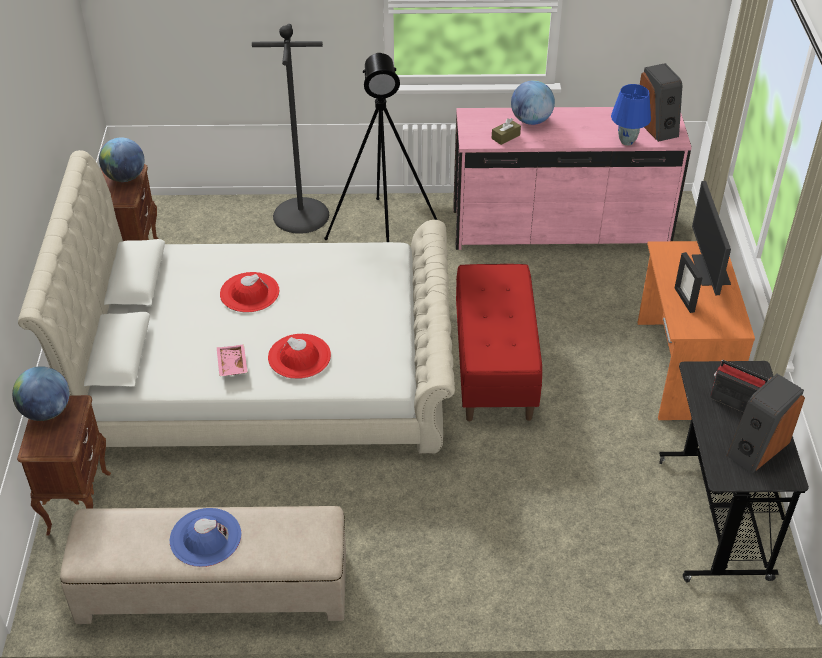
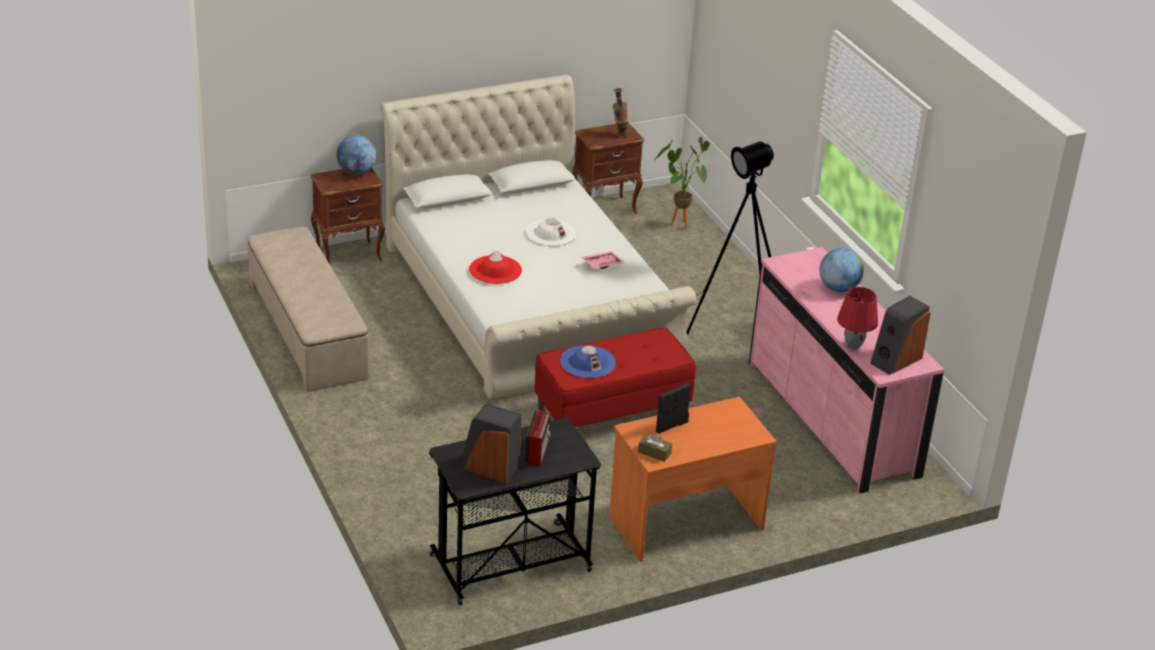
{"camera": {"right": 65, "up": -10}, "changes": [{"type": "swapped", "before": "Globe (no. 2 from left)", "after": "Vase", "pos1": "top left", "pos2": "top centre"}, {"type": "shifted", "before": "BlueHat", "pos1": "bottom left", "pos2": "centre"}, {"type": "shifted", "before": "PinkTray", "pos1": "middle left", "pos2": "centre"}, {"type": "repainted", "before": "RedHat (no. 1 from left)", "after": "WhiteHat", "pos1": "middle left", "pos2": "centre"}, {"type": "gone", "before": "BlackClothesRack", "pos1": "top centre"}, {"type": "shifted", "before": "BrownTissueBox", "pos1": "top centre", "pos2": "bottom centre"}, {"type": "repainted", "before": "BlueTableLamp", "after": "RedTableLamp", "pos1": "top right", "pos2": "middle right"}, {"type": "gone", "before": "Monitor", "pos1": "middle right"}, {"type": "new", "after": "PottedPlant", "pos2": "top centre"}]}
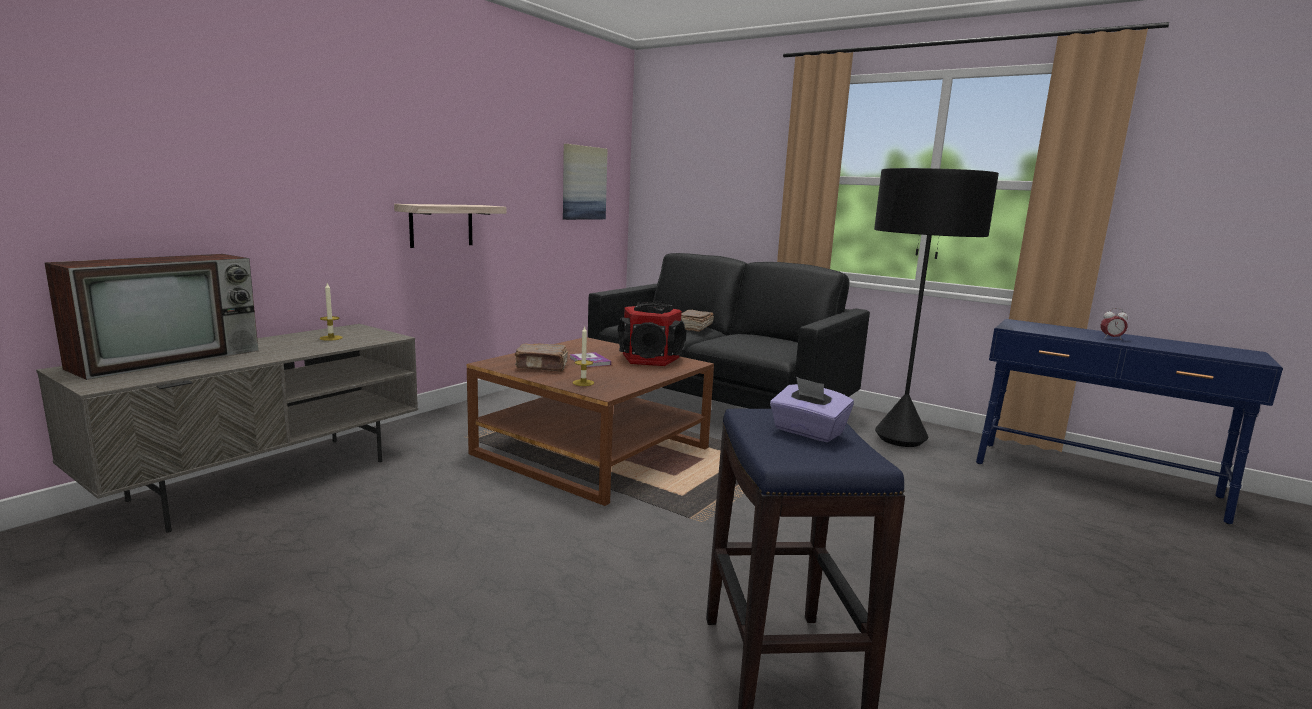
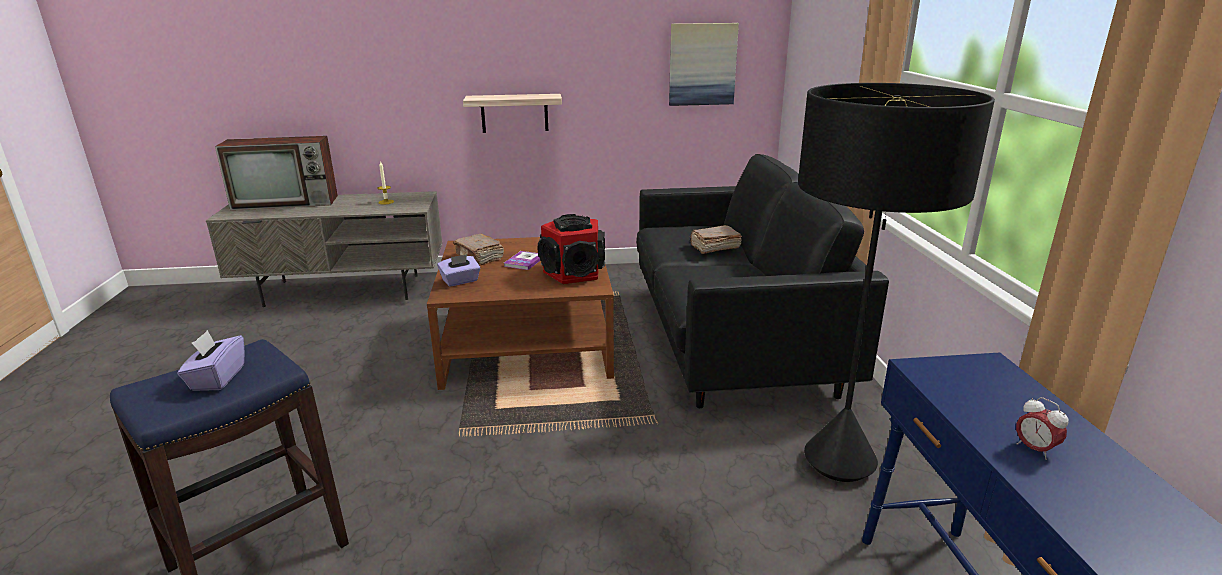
{"camera": {"right": 50, "up": 10}, "changes": [{"type": "swapped", "before": "Candle (no. 2 from left)", "after": "PurpleTissueBox (no. 2 from left)", "pos1": "centre", "pos2": "centre"}]}
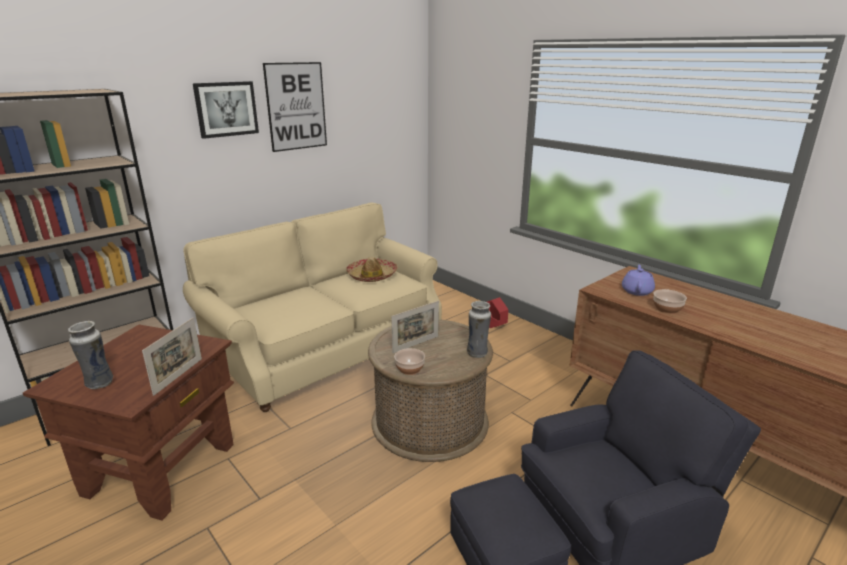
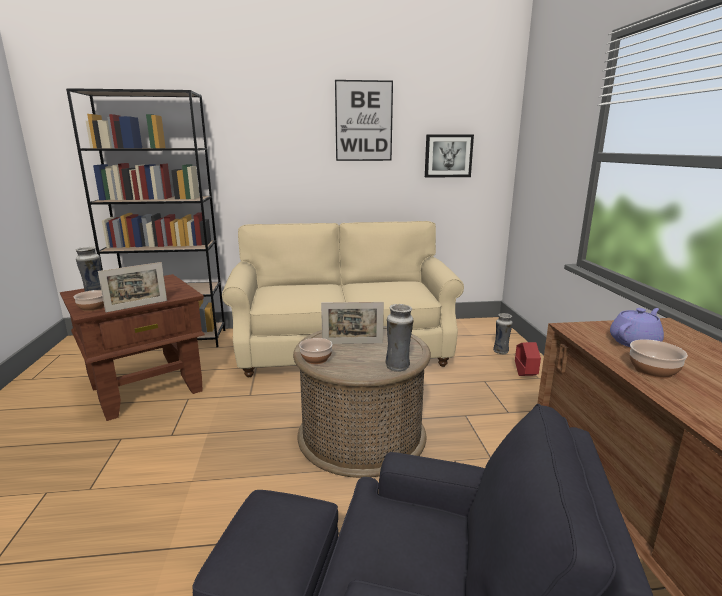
{"camera": {"right": 35, "up": -5}, "changes": [{"type": "shifted", "before": "Picture (no. 1 from left in the first image)", "after": "Picture (no. 2 from left)", "pos1": "top left", "pos2": "top centre"}, {"type": "gone", "before": "Hat", "pos1": "centre"}, {"type": "new", "after": "Bowl (no. 1 from left)", "pos2": "middle left"}, {"type": "new", "after": "Vase (no. 3 from left)", "pos2": "middle right"}]}
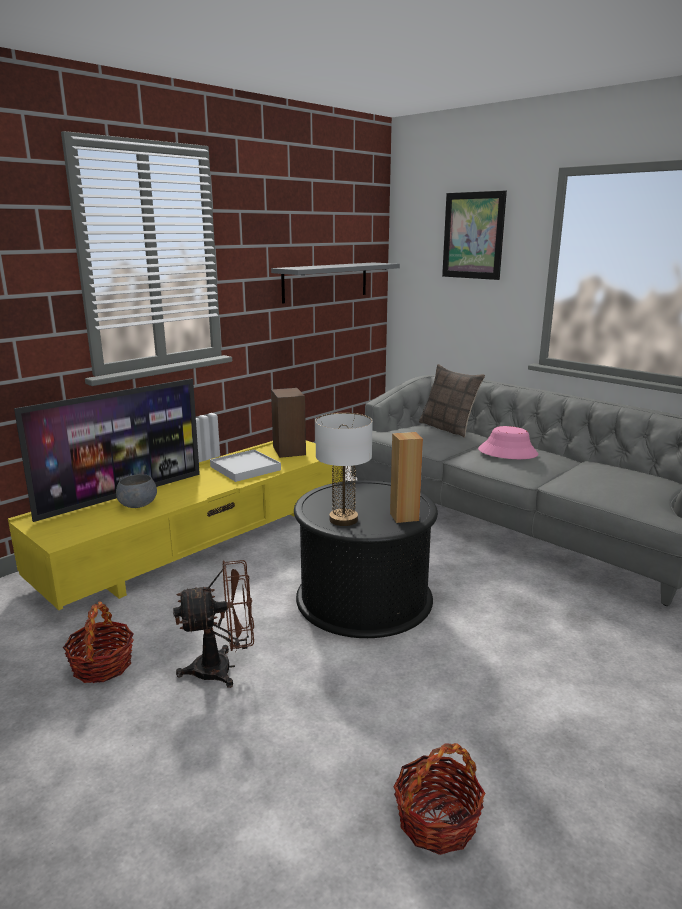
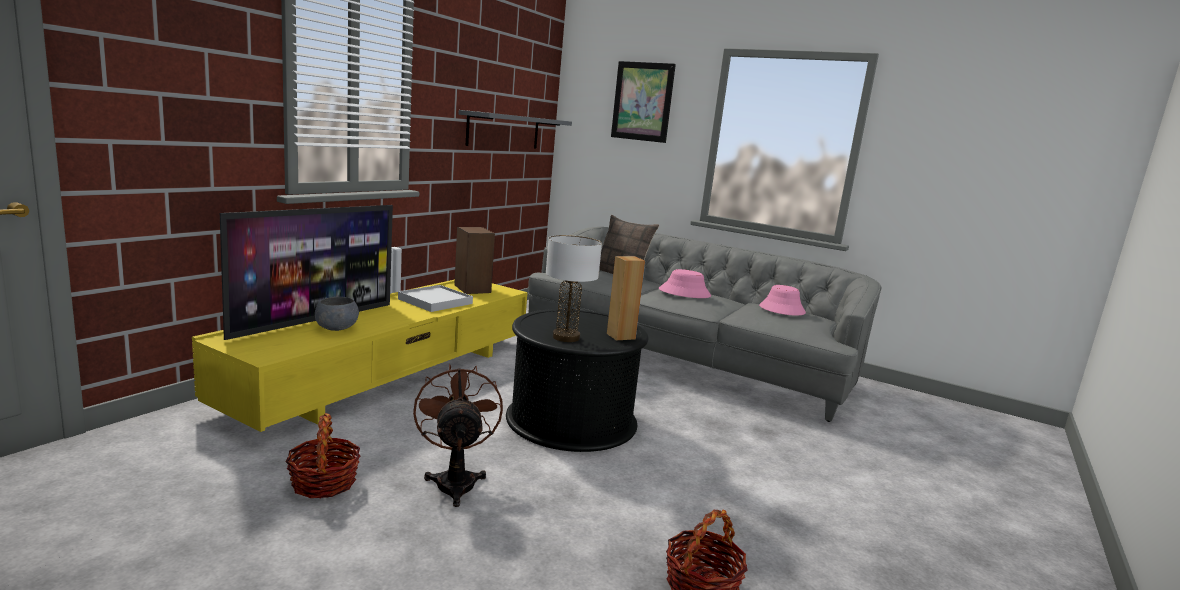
{"camera": {"right": -15, "up": -5}, "changes": [{"type": "rotated", "before": "BrownFan", "pos1": "bottom left", "pos2": "bottom centre", "turn": -75}, {"type": "new", "after": "PinkHat (no. 2 from left)", "pos2": "centre"}]}
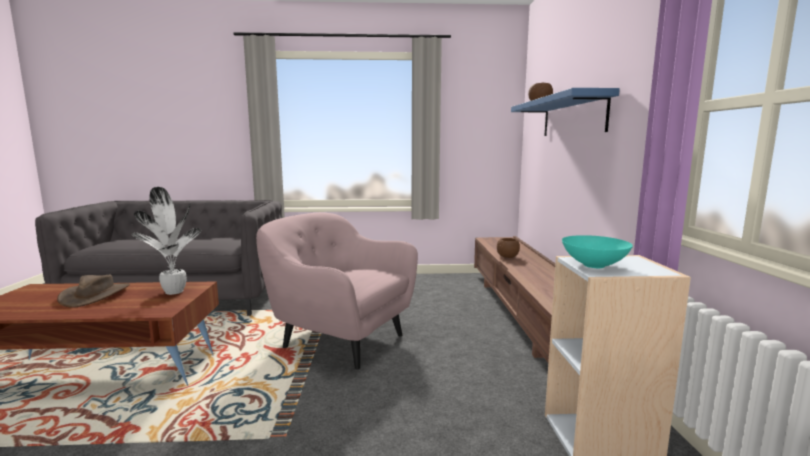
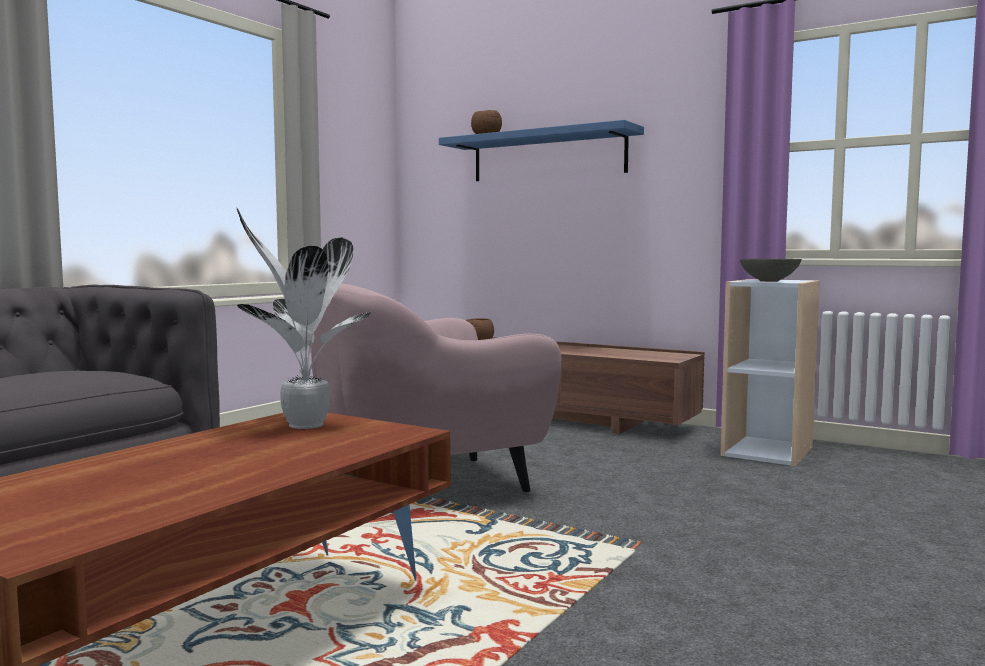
{"camera": {"right": -55, "up": -5}, "changes": [{"type": "gone", "before": "BrownHat", "pos1": "middle left"}, {"type": "repainted", "before": "TurquoiseBowl", "after": "GreyBowl", "pos1": "middle right", "pos2": "middle right"}]}
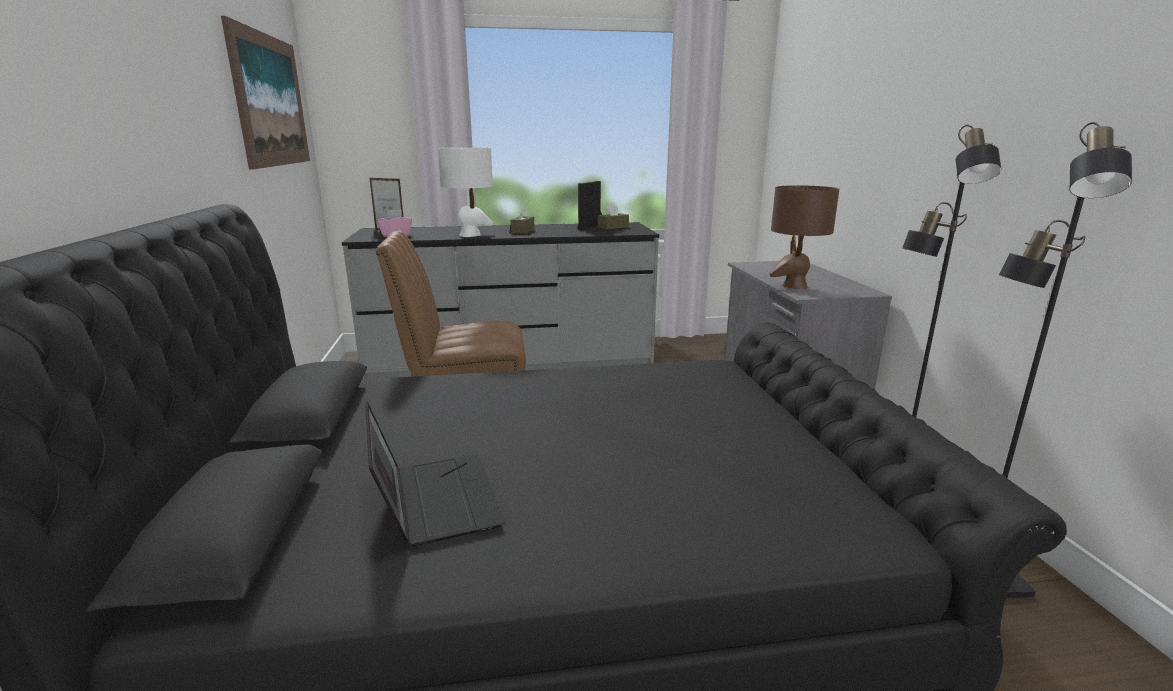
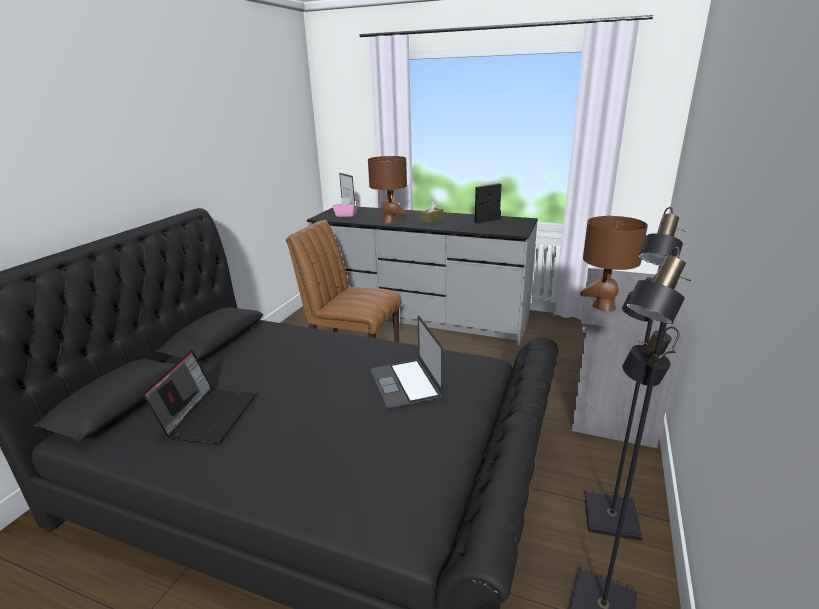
{"camera": {"right": 30, "up": 5}, "changes": [{"type": "gone", "before": "Picture", "pos1": "top left"}, {"type": "repainted", "before": "WhiteTableLamp", "after": "BrownTableLamp (no. 1 from left)", "pos1": "top centre", "pos2": "top centre"}, {"type": "gone", "before": "BrownTissueBox (no. 2 from left)", "pos1": "top centre"}, {"type": "new", "after": "Laptop (no. 2 from left)", "pos2": "centre"}]}
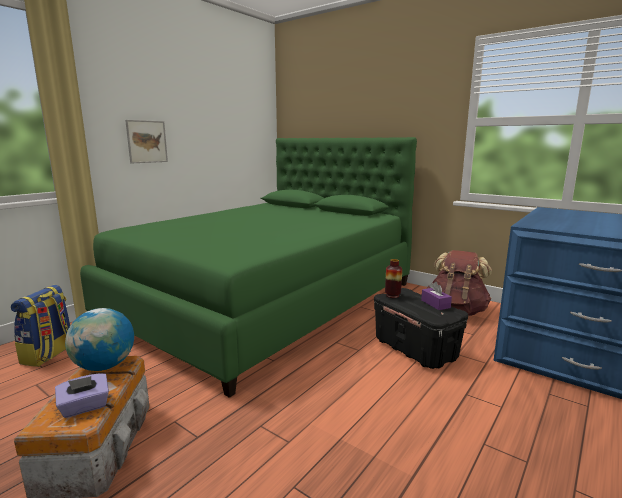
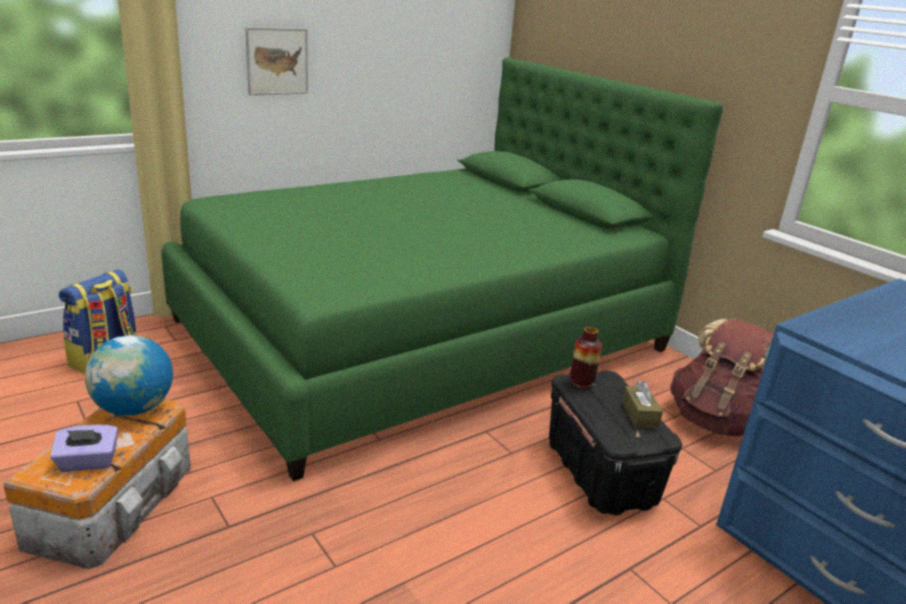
{"camera": {"right": 15, "up": 10}, "changes": [{"type": "repainted", "before": "PurpleTissueBox (no. 2 from left)", "after": "BrownTissueBox", "pos1": "middle right", "pos2": "bottom right"}]}
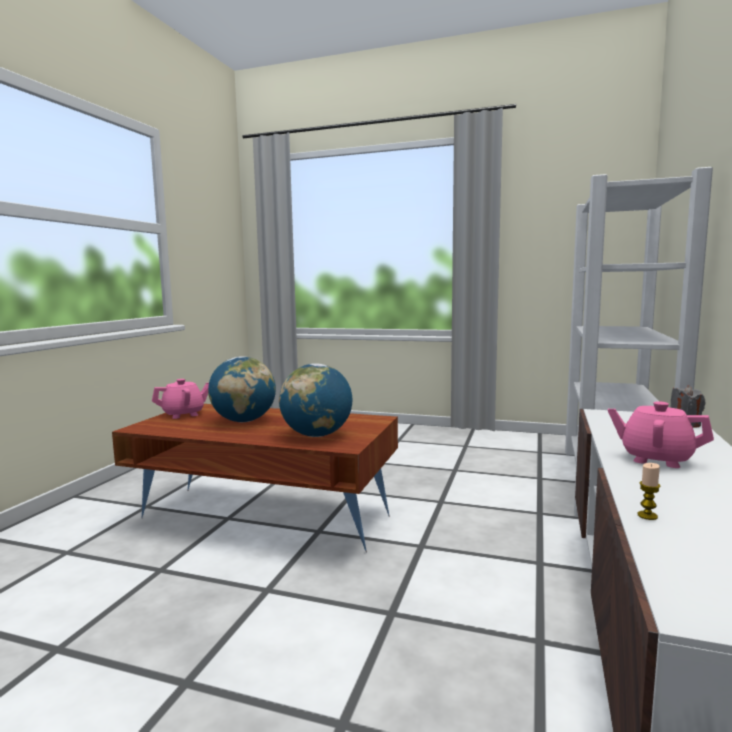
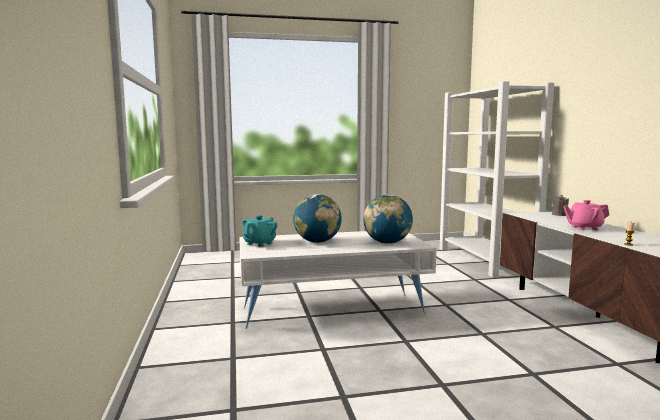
{"camera": {"right": -30, "up": 0}, "changes": [{"type": "repainted", "before": "BrownCoffeeTable", "after": "WhiteCoffeeTable", "pos1": "centre", "pos2": "bottom centre"}, {"type": "repainted", "before": "PinkTeapot (no. 1 from left)", "after": "TurquoiseTeapot", "pos1": "middle left", "pos2": "centre"}]}
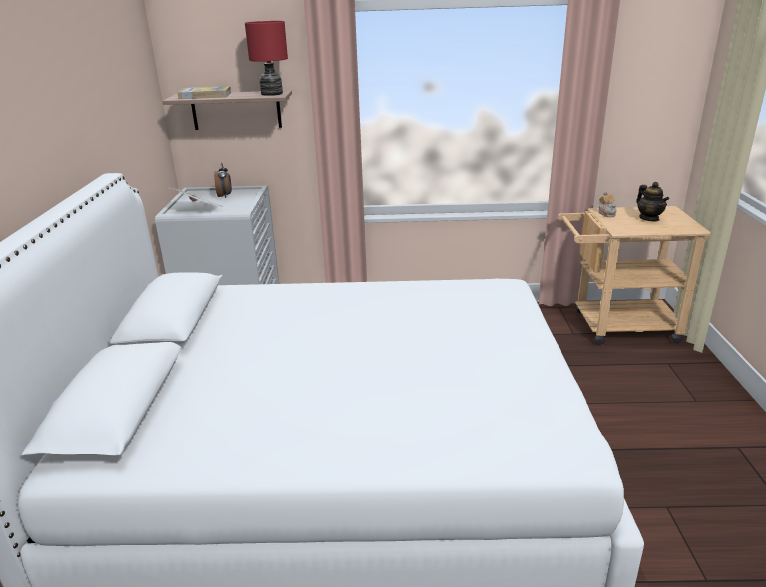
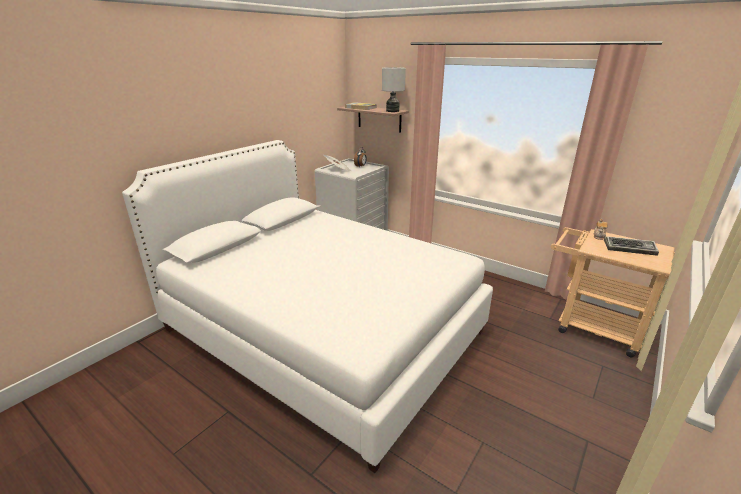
{"camera": {"right": 35, "up": 0}, "changes": [{"type": "repainted", "before": "RedTableLamp", "after": "GreyTableLamp", "pos1": "top centre", "pos2": "top centre"}, {"type": "swapped", "before": "Teapot (no. 2 from left)", "after": "Keyboard", "pos1": "middle right", "pos2": "middle right"}]}
